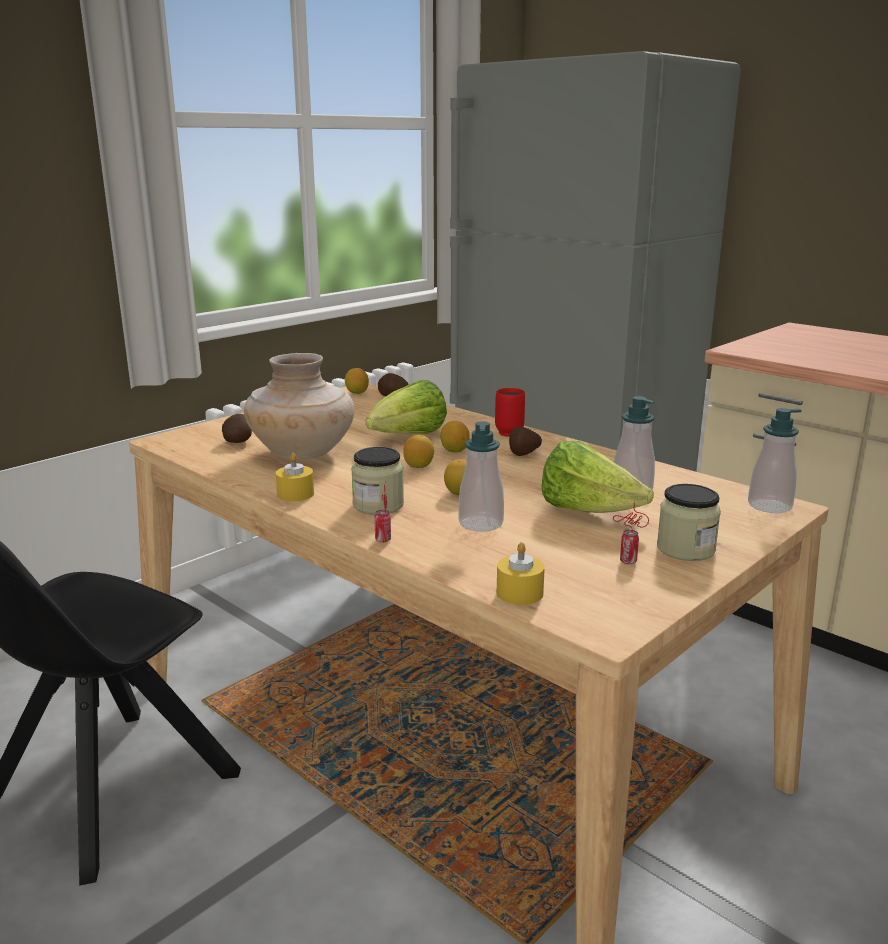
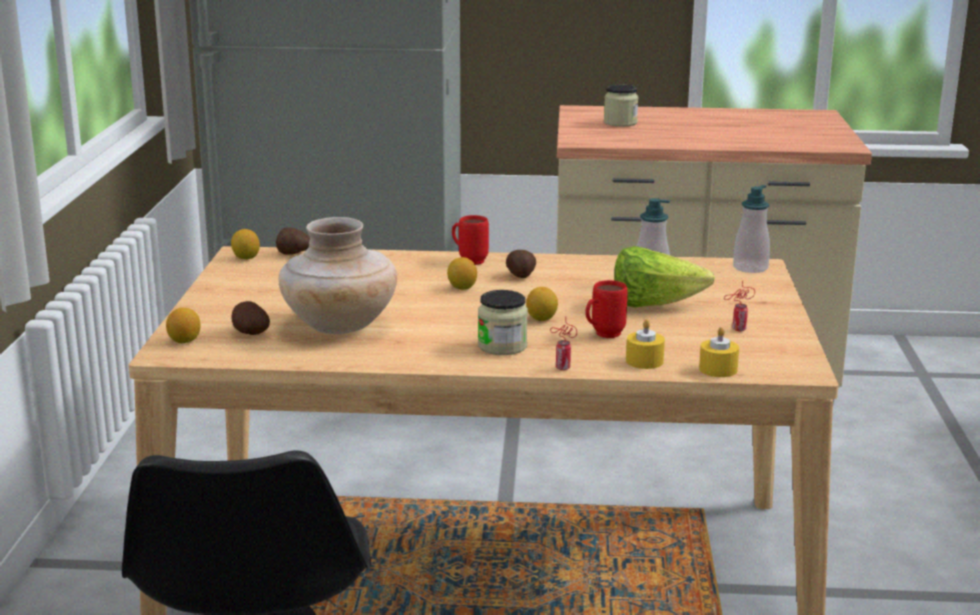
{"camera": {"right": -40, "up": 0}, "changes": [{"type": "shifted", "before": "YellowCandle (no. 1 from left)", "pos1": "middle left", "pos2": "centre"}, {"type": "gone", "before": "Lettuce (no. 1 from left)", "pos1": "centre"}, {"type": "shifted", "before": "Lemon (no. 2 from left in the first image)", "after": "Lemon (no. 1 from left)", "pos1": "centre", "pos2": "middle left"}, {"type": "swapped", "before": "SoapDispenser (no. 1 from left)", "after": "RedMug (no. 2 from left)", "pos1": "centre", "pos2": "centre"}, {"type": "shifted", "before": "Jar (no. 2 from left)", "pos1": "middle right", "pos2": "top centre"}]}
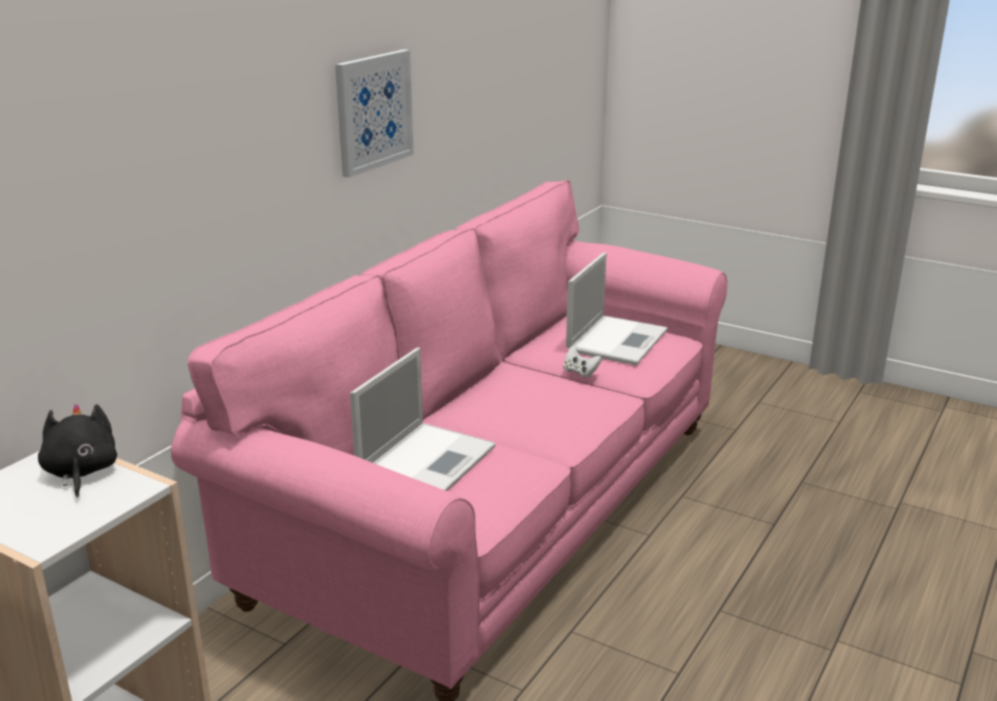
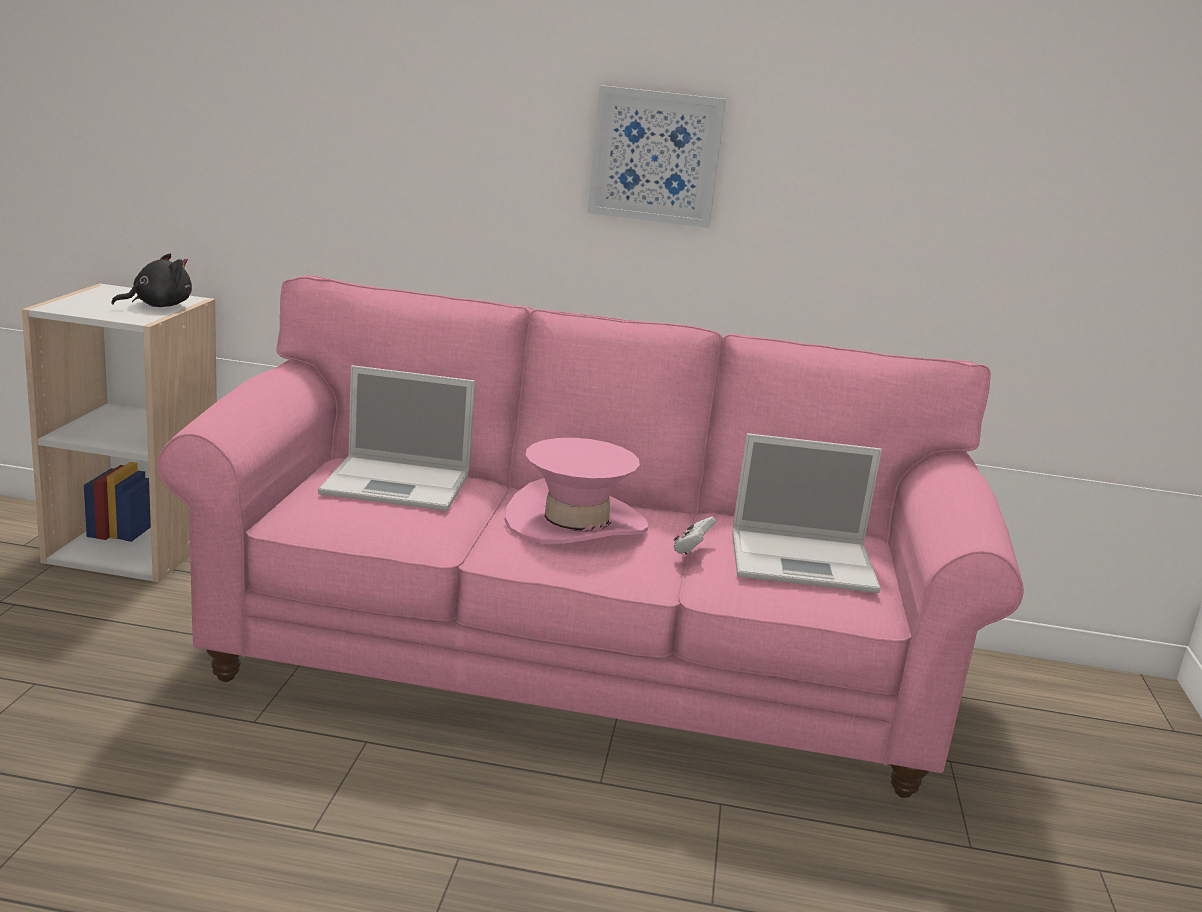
{"camera": {"right": 65, "up": -5}, "changes": [{"type": "new", "after": "PinkHat", "pos2": "centre"}]}
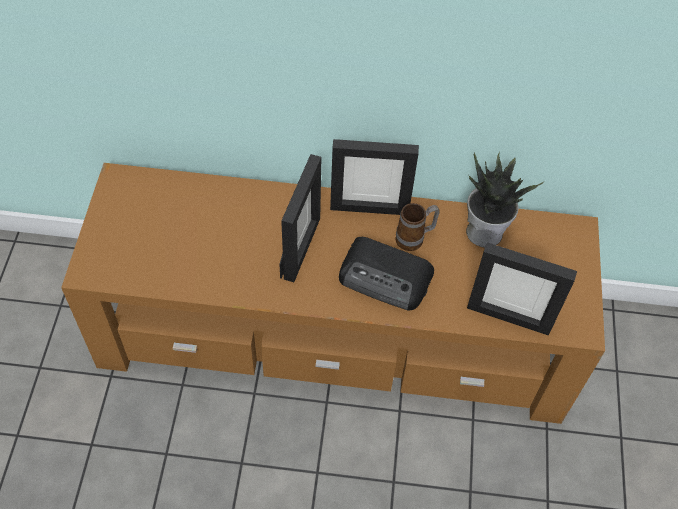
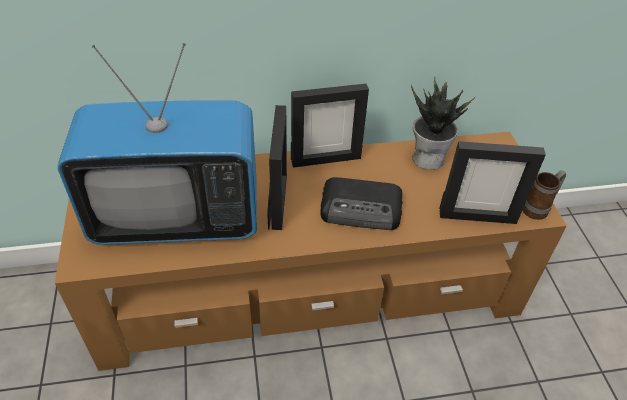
{"camera": {"right": -15, "up": -10}, "changes": [{"type": "shifted", "before": "Mug", "pos1": "centre", "pos2": "middle right"}, {"type": "new", "after": "Television", "pos2": "middle left"}]}
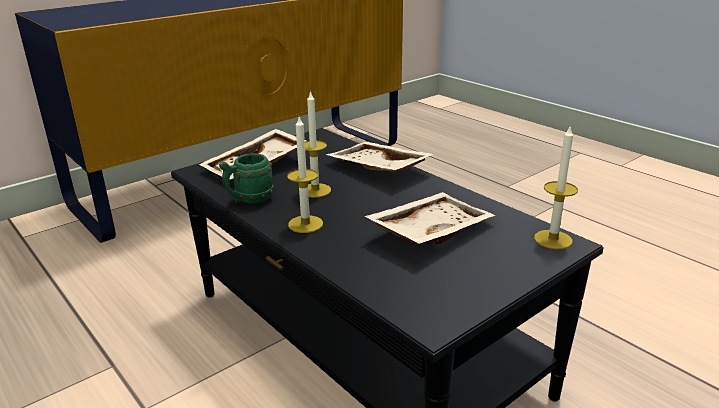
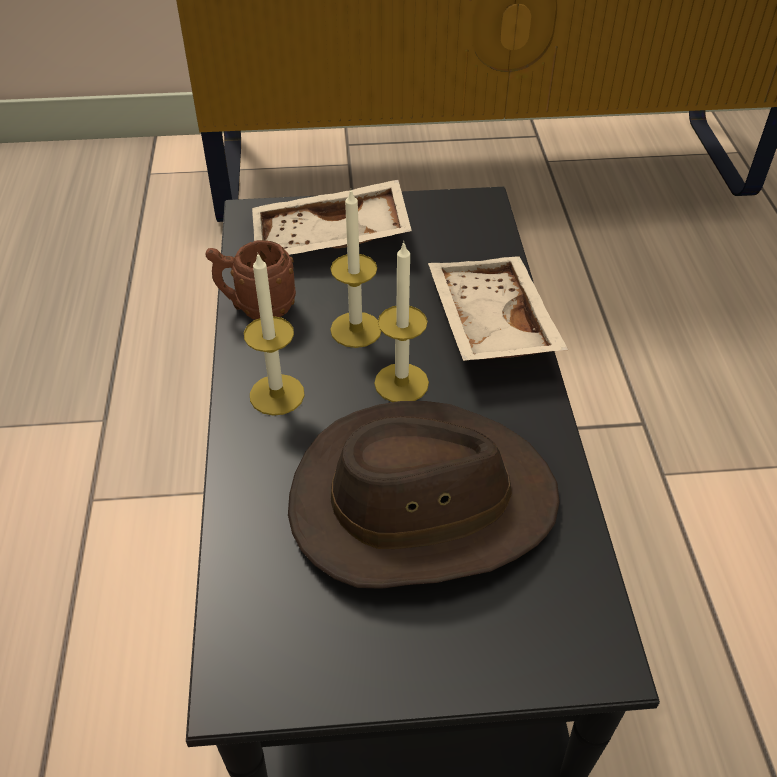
{"camera": {"right": 35, "up": 20}, "changes": [{"type": "repainted", "before": "GreenMug", "after": "BrownMug", "pos1": "centre", "pos2": "middle left"}, {"type": "swapped", "before": "BeigeTray (no. 3 from left)", "after": "BrownHat", "pos1": "centre", "pos2": "centre"}, {"type": "shifted", "before": "Candle (no. 3 from left)", "pos1": "middle right", "pos2": "centre"}]}
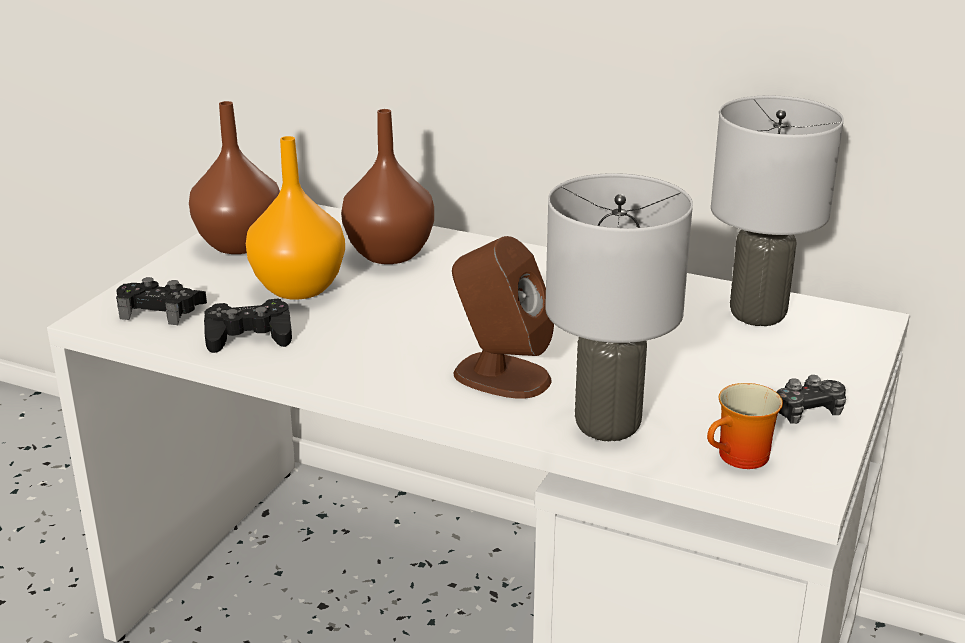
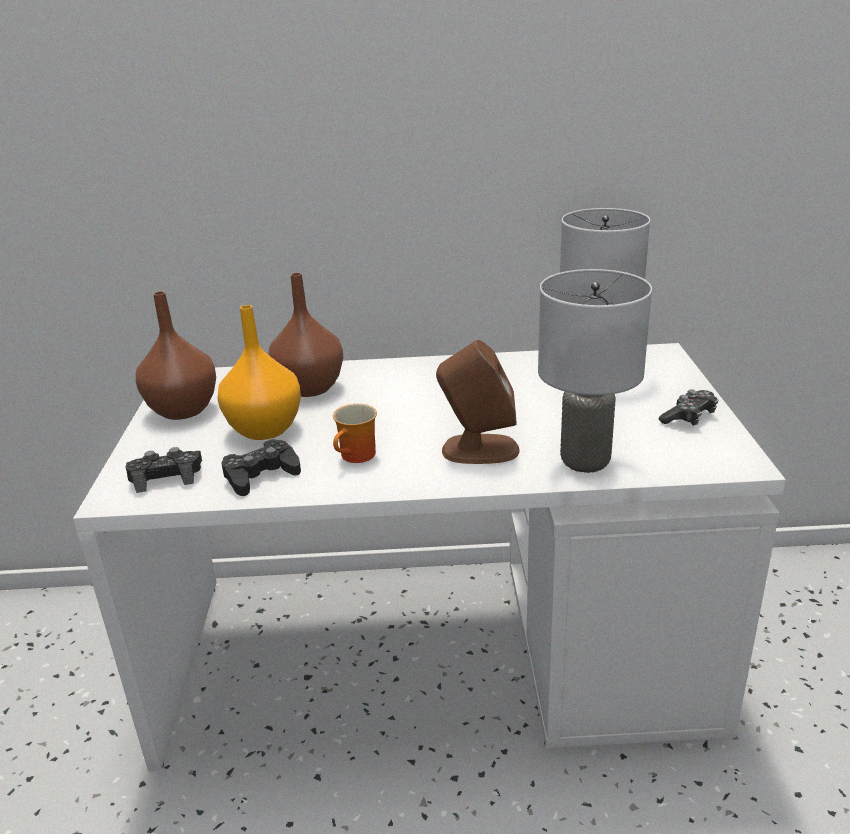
{"camera": {"right": -25, "up": 0}, "changes": [{"type": "shifted", "before": "Mug", "pos1": "middle right", "pos2": "centre"}]}
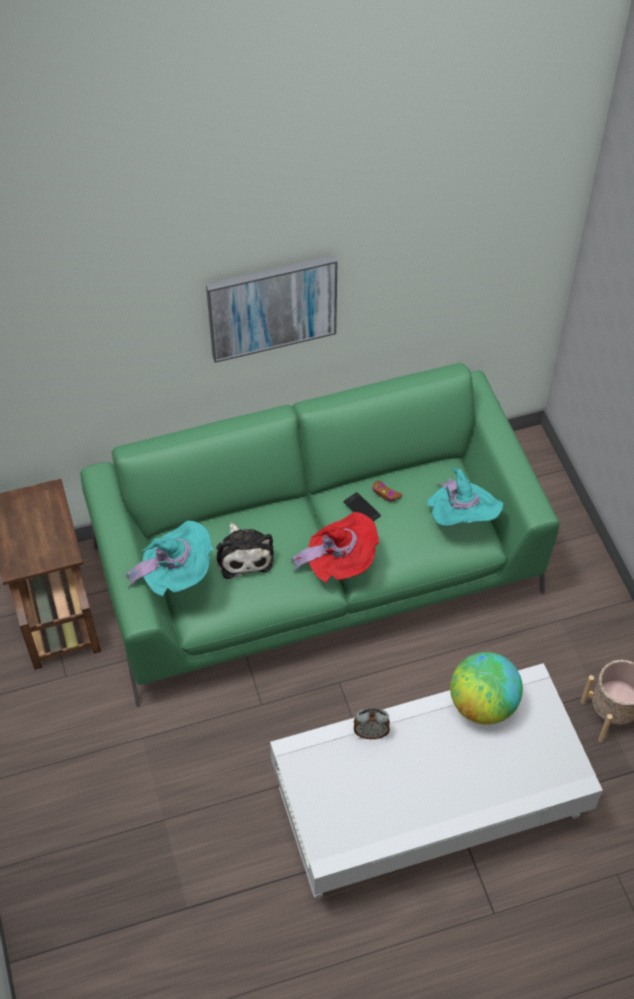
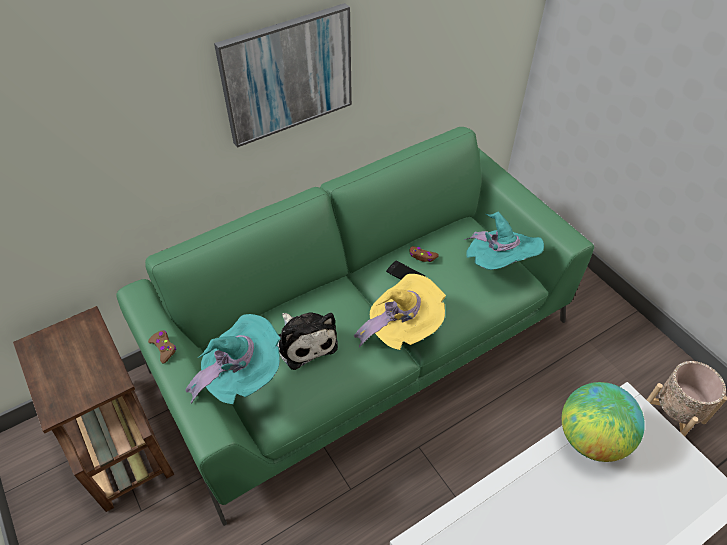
{"camera": {"right": -15, "up": -5}, "changes": [{"type": "repainted", "before": "RedHat", "after": "YellowHat", "pos1": "centre", "pos2": "centre"}, {"type": "gone", "before": "AlarmClock", "pos1": "bottom centre"}, {"type": "new", "after": "BrownGameController (no. 1 from left)", "pos2": "middle left"}]}
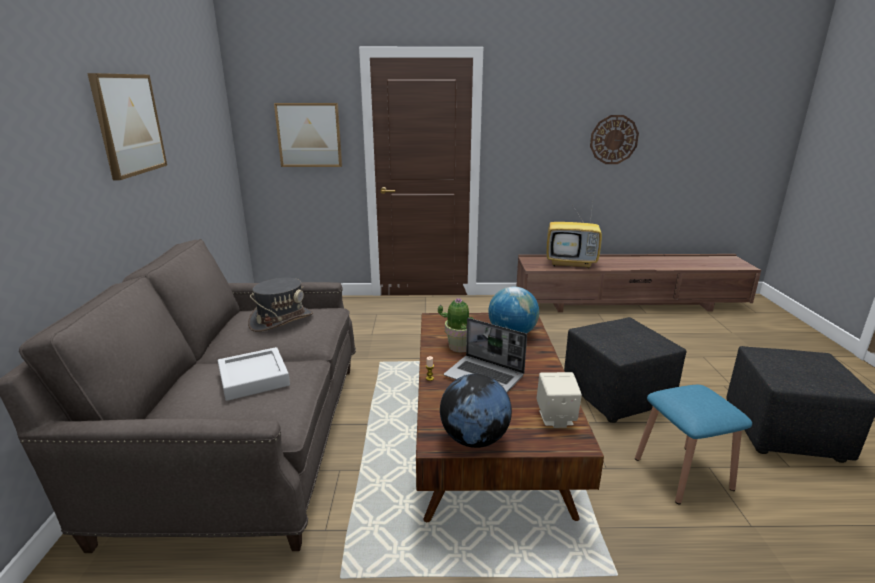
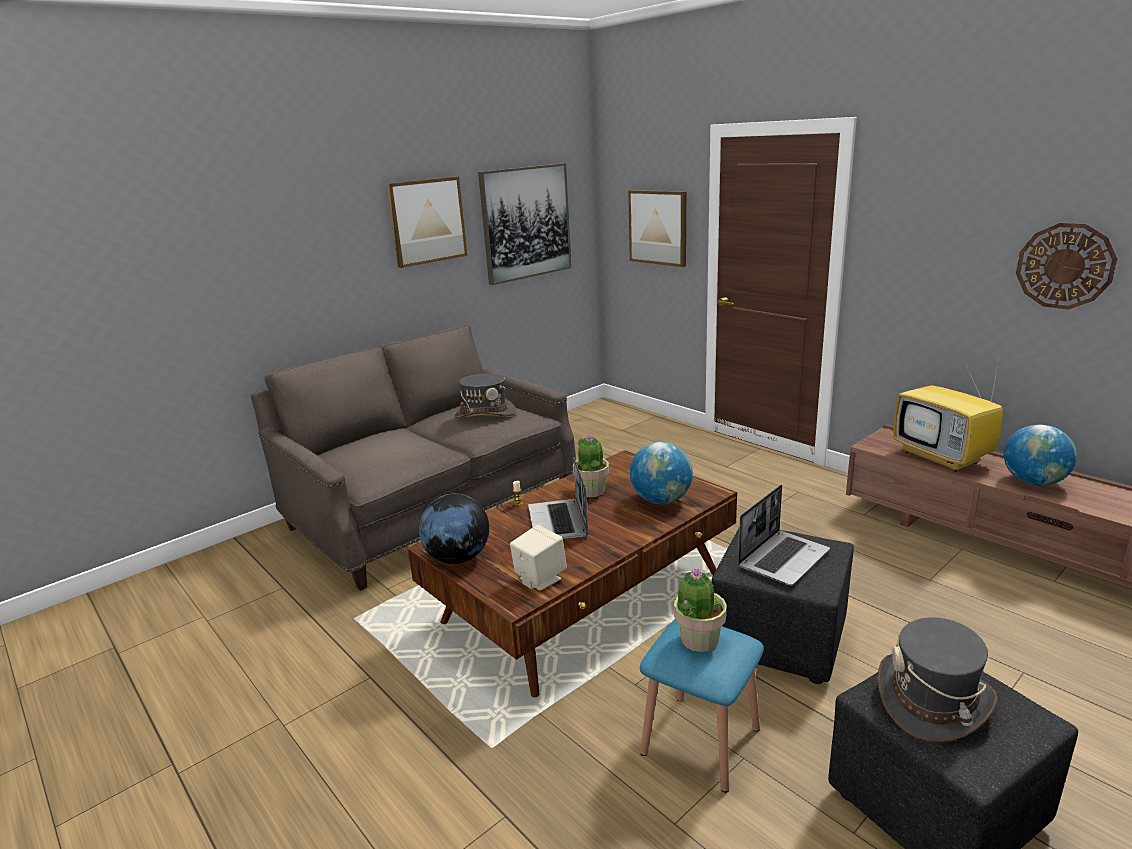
{"camera": {"right": 50, "up": 0}, "changes": [{"type": "gone", "before": "GreyTray", "pos1": "middle left"}, {"type": "new", "after": "Picture (no. 2 from left)", "pos2": "top centre"}, {"type": "new", "after": "PottedPlant (no. 2 from left)", "pos2": "bottom centre"}, {"type": "new", "after": "Laptop (no. 2 from left)", "pos2": "middle right"}, {"type": "new", "after": "GreyHat (no. 2 from left)", "pos2": "bottom right"}, {"type": "new", "after": "Globe (no. 3 from left)", "pos2": "middle right"}]}
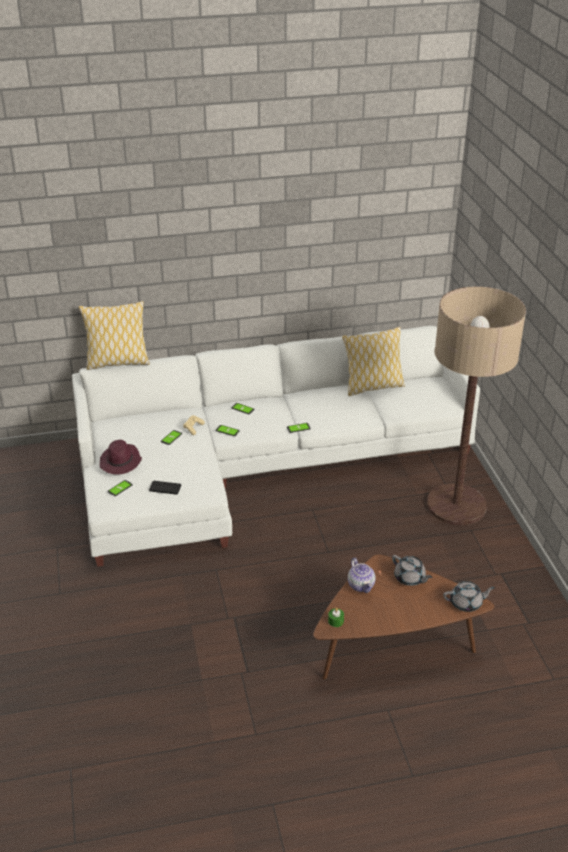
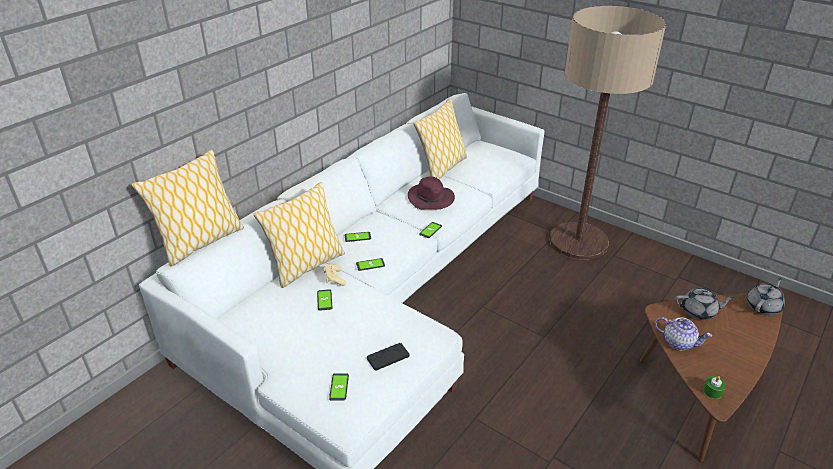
{"camera": {"right": -40, "up": 0}, "changes": [{"type": "shifted", "before": "PurpleHat", "pos1": "middle left", "pos2": "centre"}, {"type": "new", "after": "Pillow (no. 2 from left)", "pos2": "centre"}]}
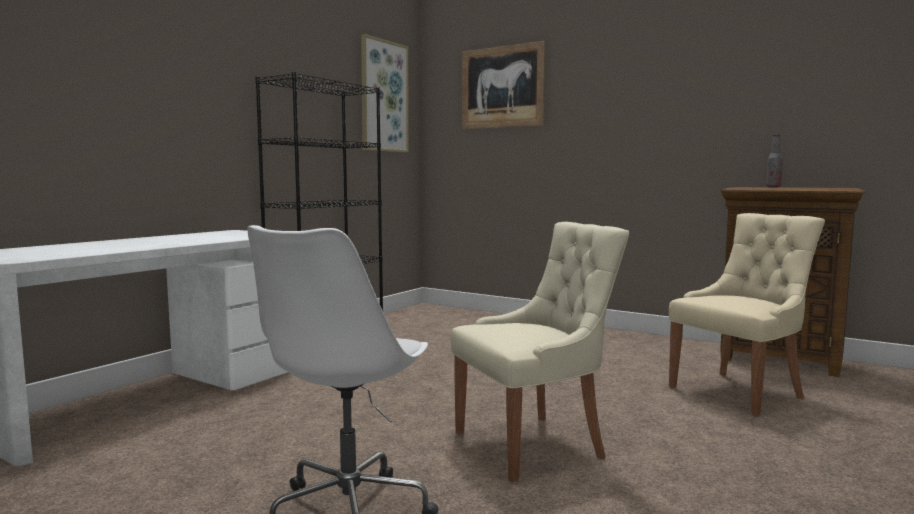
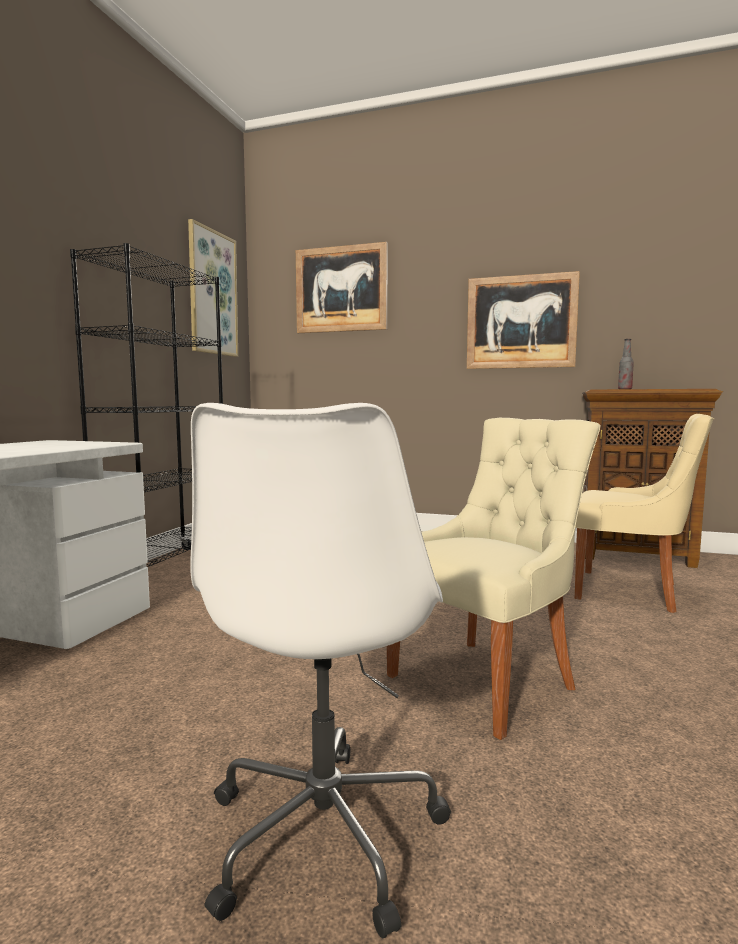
{"camera": {"right": -15, "up": 0}, "changes": [{"type": "rotated", "before": "BeigeChair (no. 2 from left)", "pos1": "middle right", "pos2": "middle right", "turn": 75}, {"type": "new", "after": "Picture (no. 3 from left)", "pos2": "middle right"}]}
